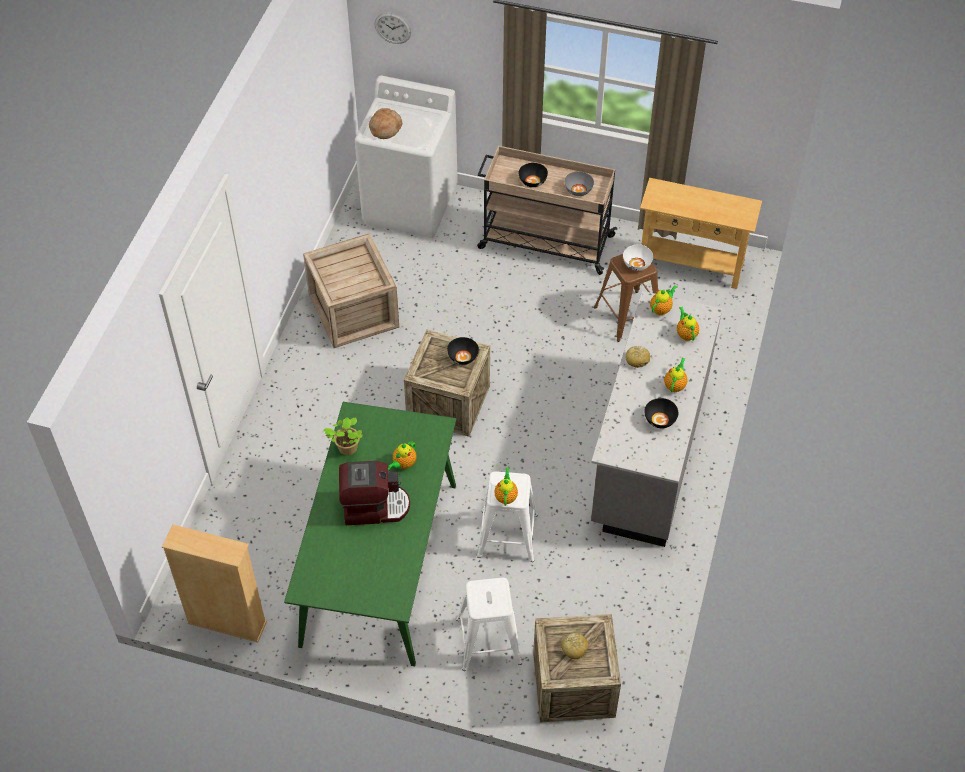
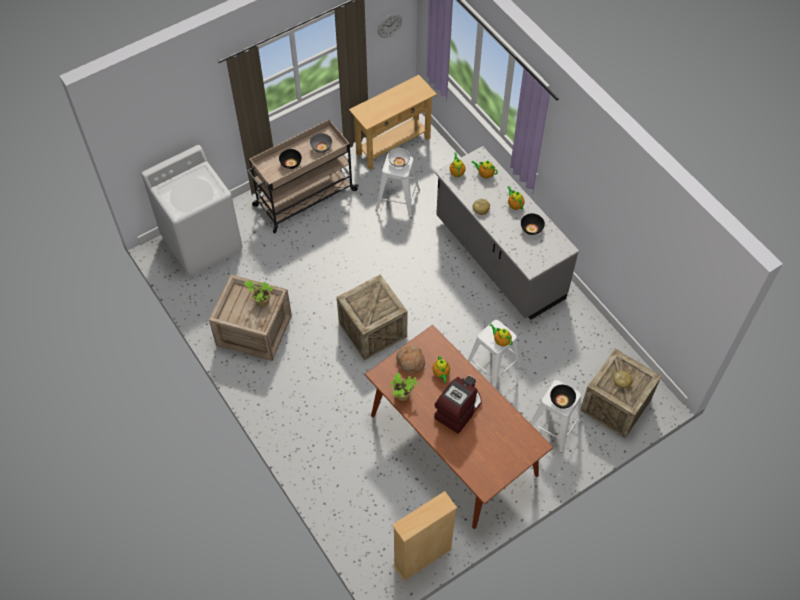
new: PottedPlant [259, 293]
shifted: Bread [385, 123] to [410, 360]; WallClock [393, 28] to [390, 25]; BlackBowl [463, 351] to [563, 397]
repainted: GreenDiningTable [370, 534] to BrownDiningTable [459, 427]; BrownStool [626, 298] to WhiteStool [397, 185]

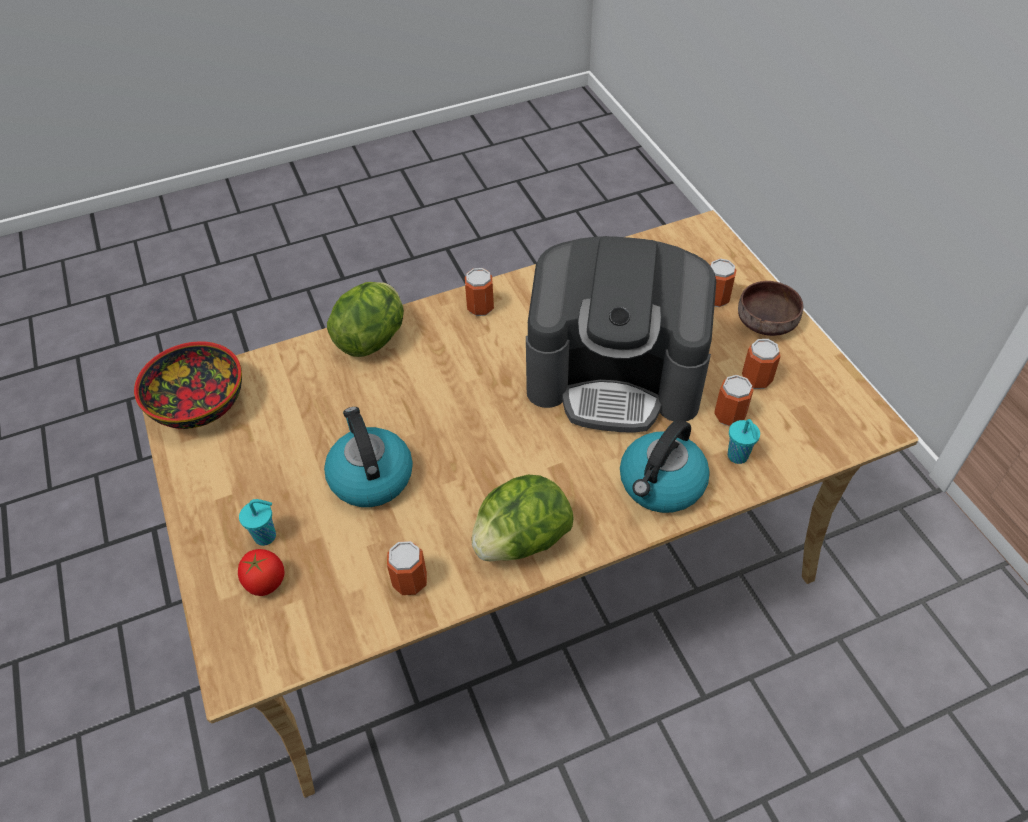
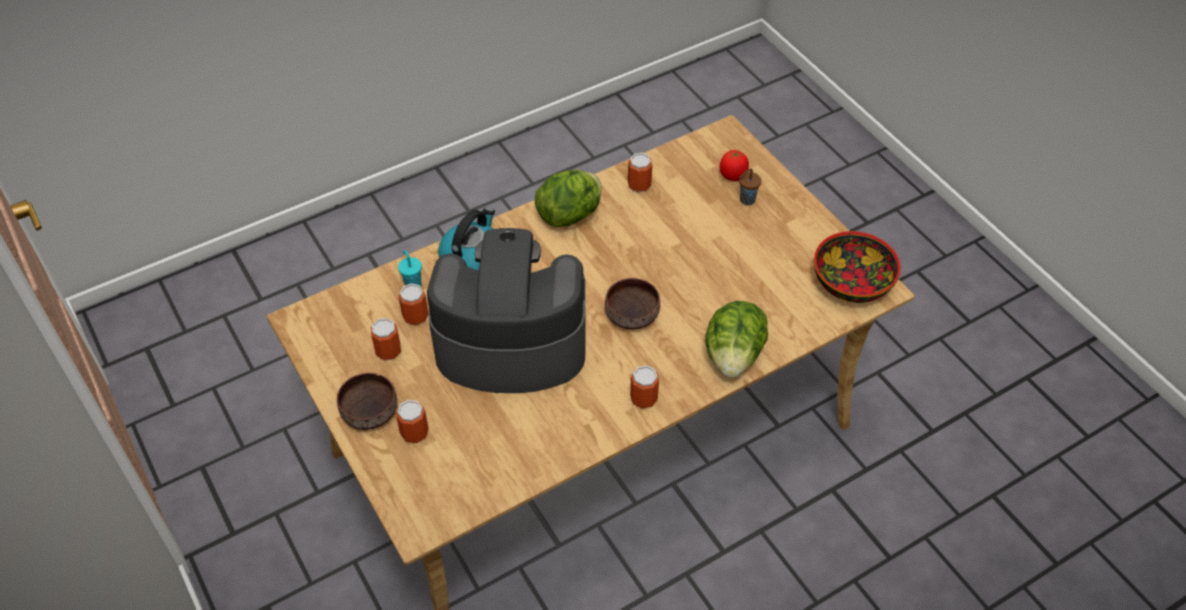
gone: Kettle [368, 457]
new: BrownBowl [632, 303]
repainted: TurquoiseCup [257, 522] to BrownCup [750, 186]

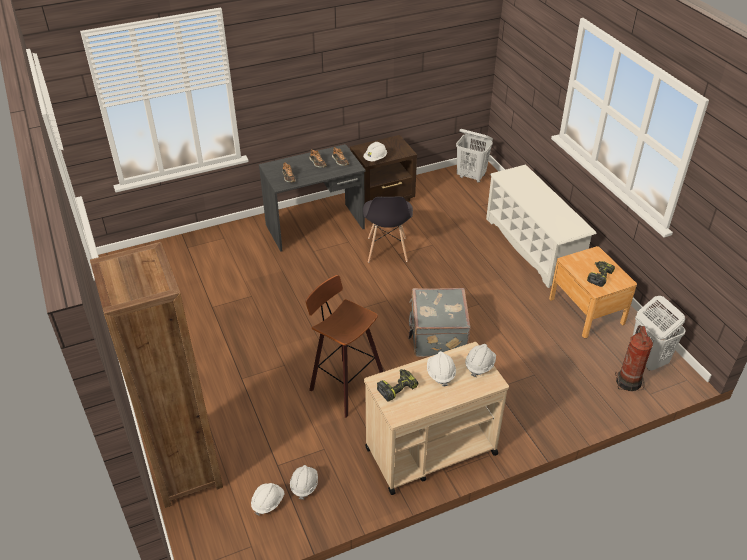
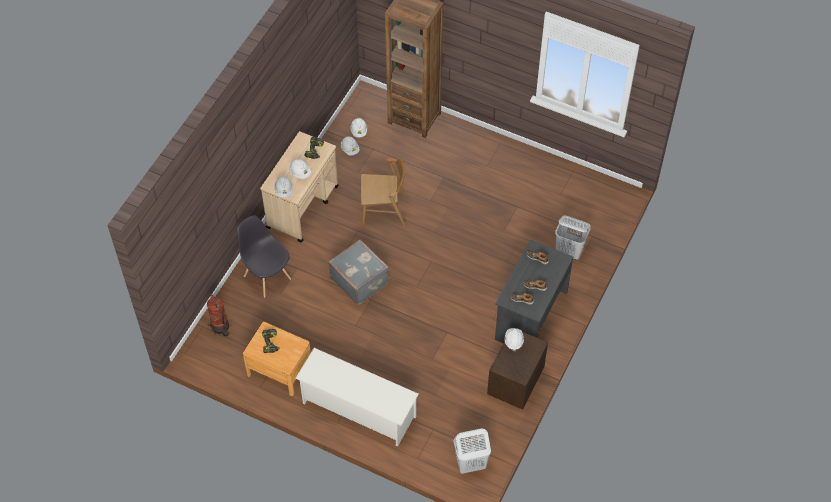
shifted: GreyChair [388, 229] to [264, 257]; WhiteLaundryBasket [659, 333] to [573, 238]
swapped: Stool [344, 346] to BrownChair [383, 193]

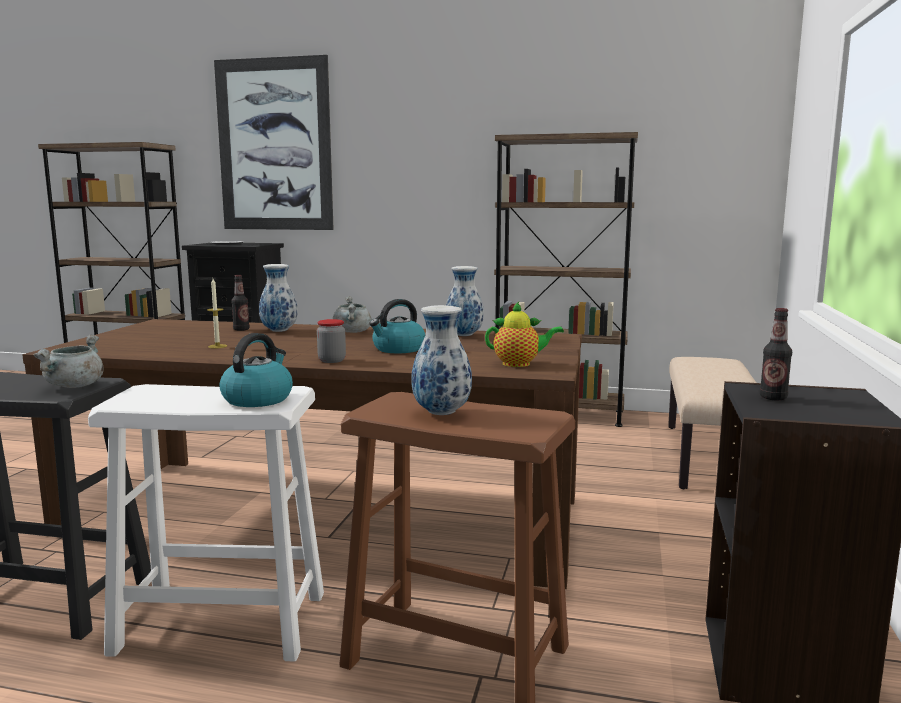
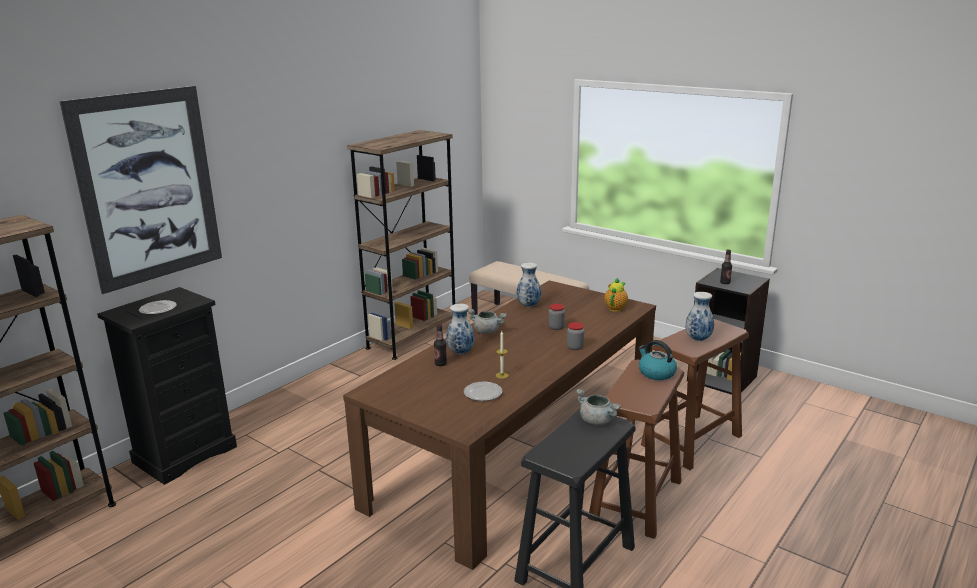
new: Plate [483, 391]
swapped: Kettle [397, 326] to Jar [557, 317]
repainted: WhiteStool [206, 522] to BrownStool [636, 449]

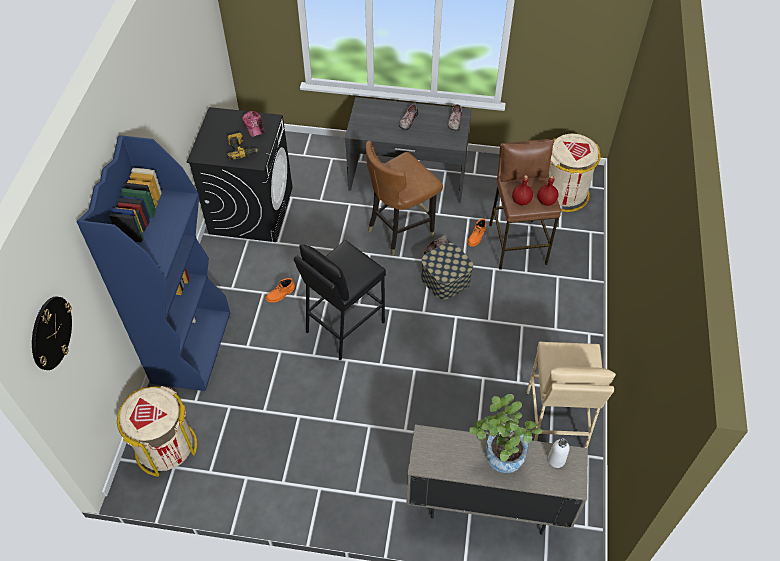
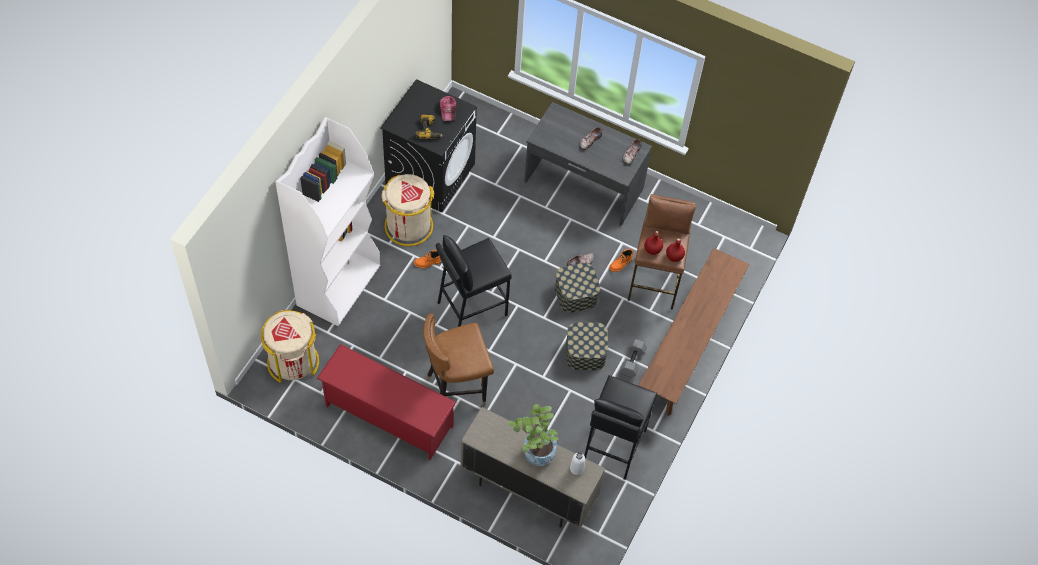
gone: WallClock [52, 333]
new: RedShoeRack [386, 402]; StorageBox [587, 346]; GreyDumbbell [633, 358]; BrownBench [694, 332]
shifted: BrownChair [404, 198] to [458, 359]; BeigeTrashCan [575, 173] to [407, 210]
repainted: BlueBookcase [153, 263] to WhiteBookcase [327, 221]; BeigeStool [571, 395] to BlackStool [620, 427]

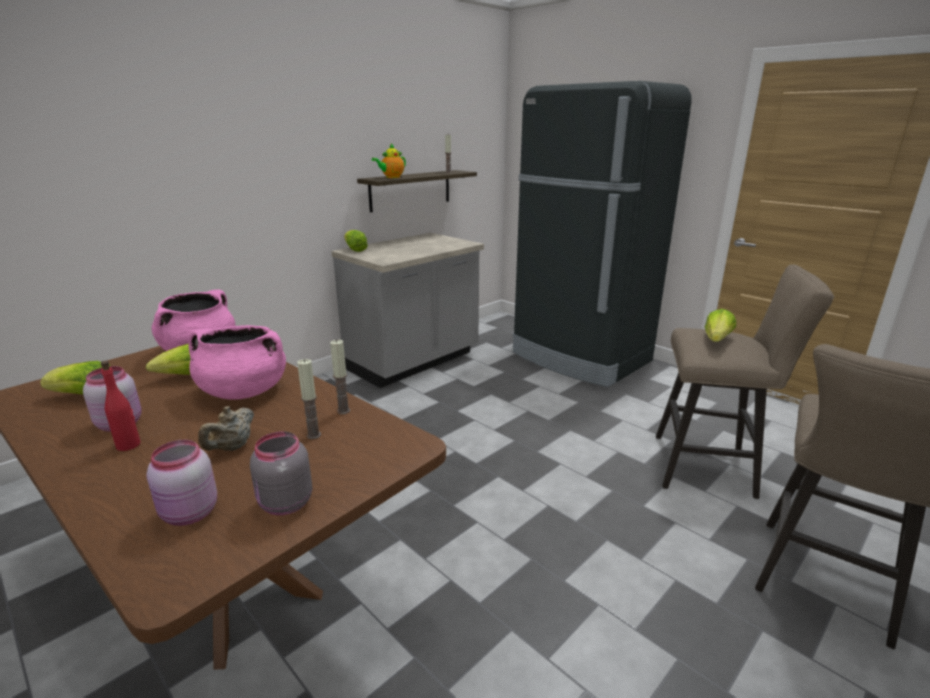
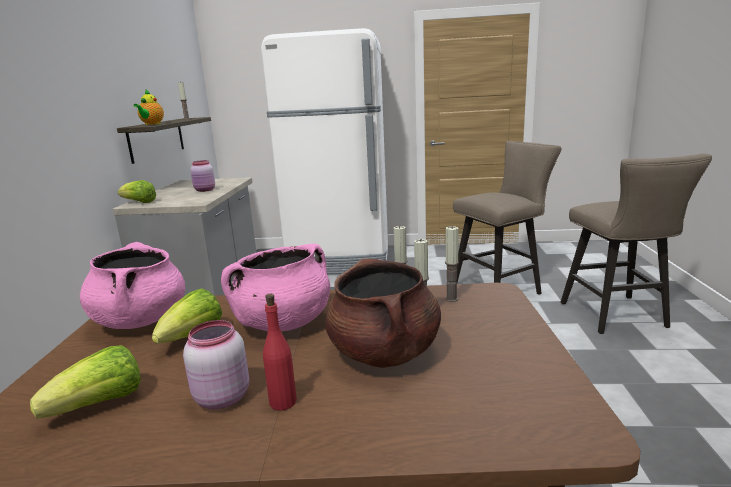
gone: GreyJar [281, 473]; Lettuce [720, 325]
new: Candle [452, 264]
shifted: PinkJar [181, 483] to [202, 176]
swapped: BeigeTeapot [226, 428] to BrownCookingPot [383, 313]
repainted: BlackFridge [602, 234] to WhiteFridge [324, 151]

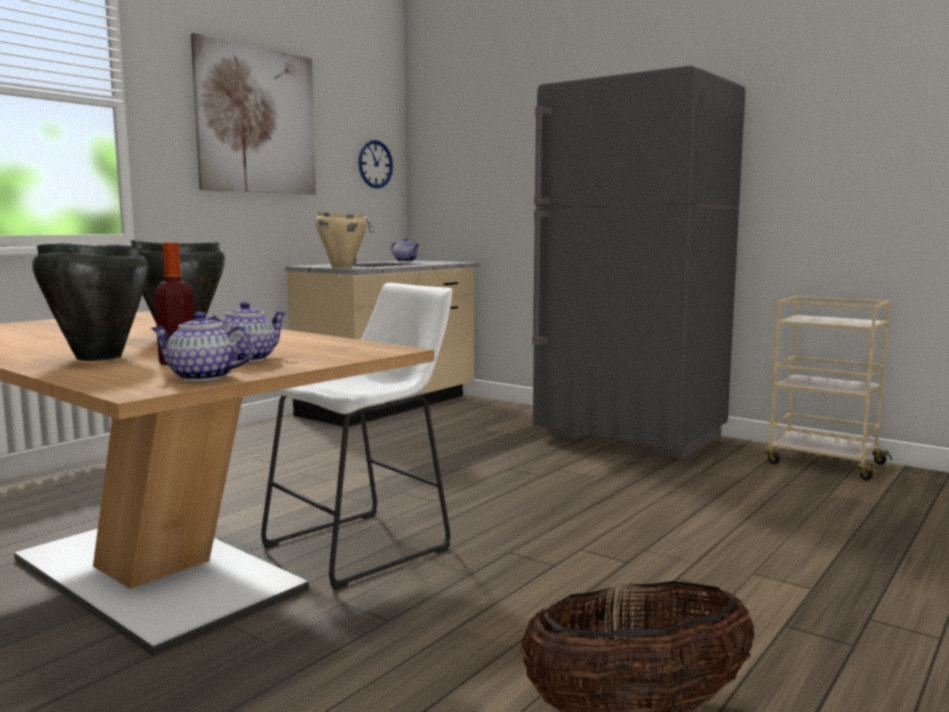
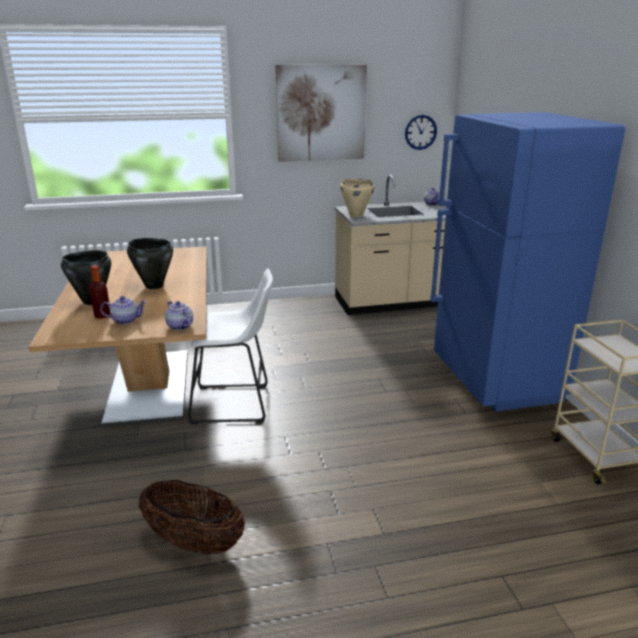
shifted: Teapot [202, 346] to [179, 315]
repainted: GreyFridge [638, 262] to BlueFridge [527, 261]

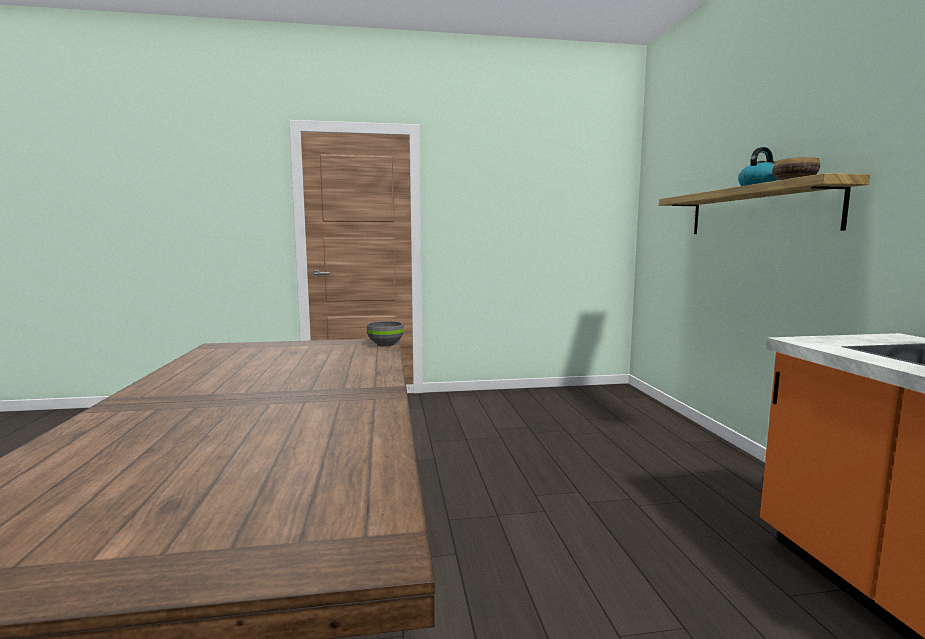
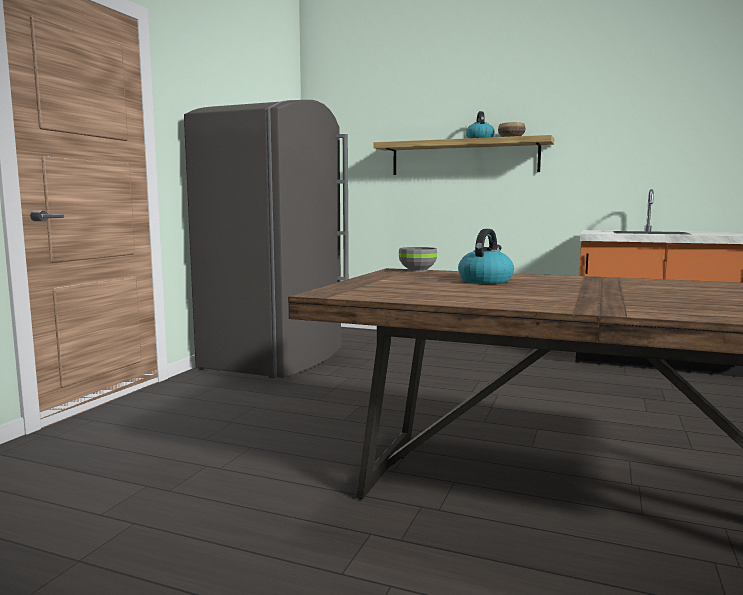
new: GreyFridge [266, 239]; Kettle [486, 256]

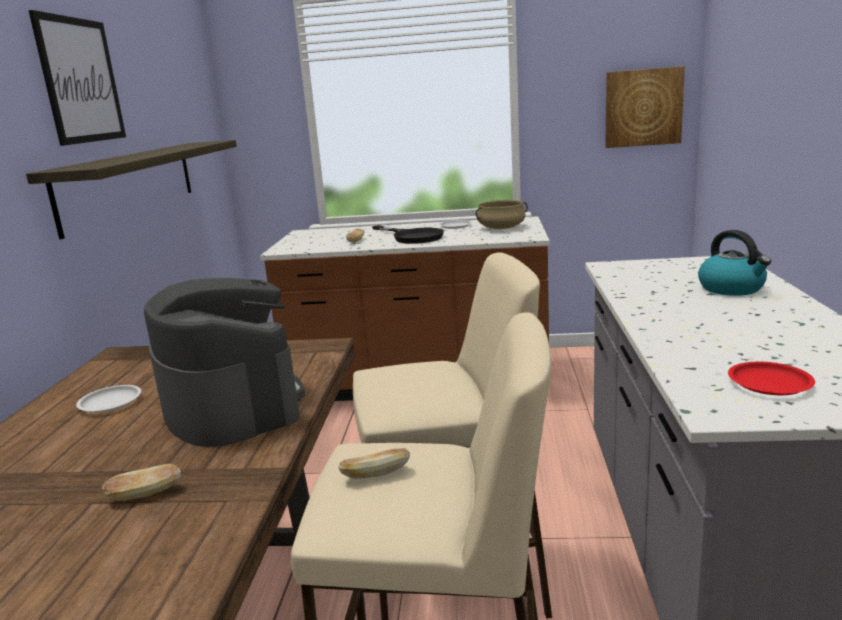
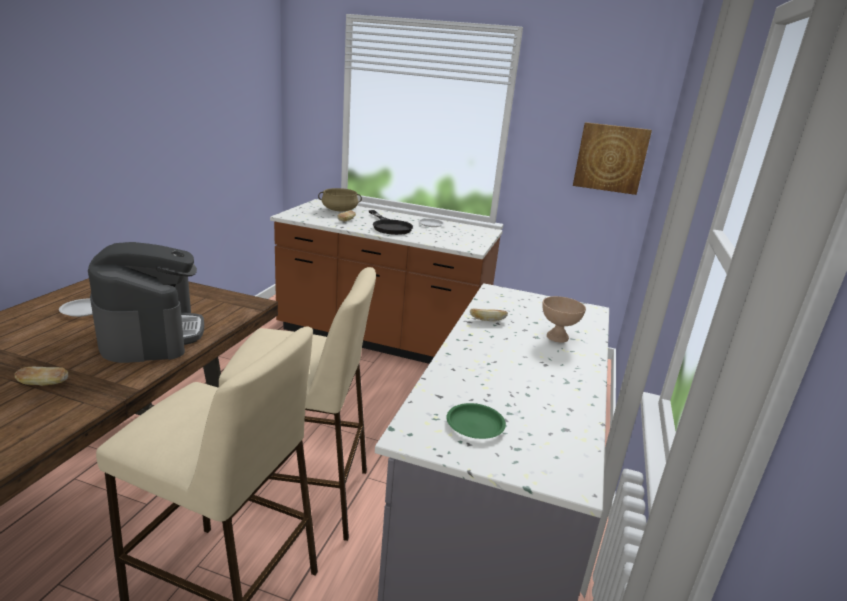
gone: Shelf [131, 189]; Picture [77, 78]
shifted: Bread [374, 463] to [489, 314]; BeigeCookingPot [501, 214] to [340, 199]
swapped: Kettle [734, 263] to BeigeBowl [564, 319]
repainted: RedPlate [771, 378] to GreenPlate [476, 421]

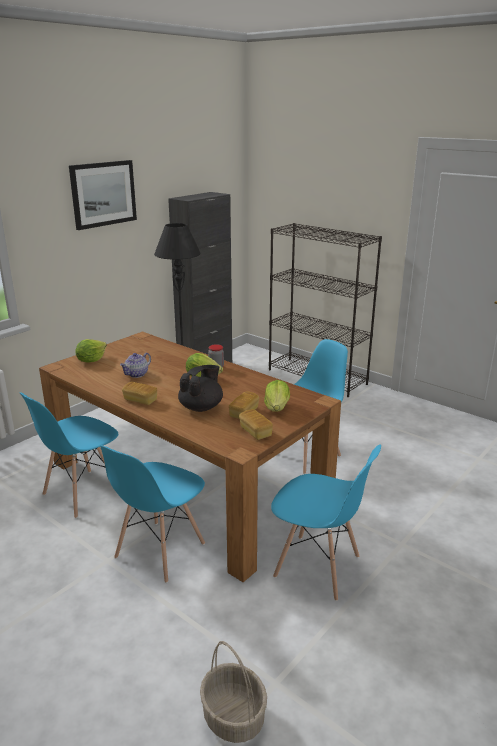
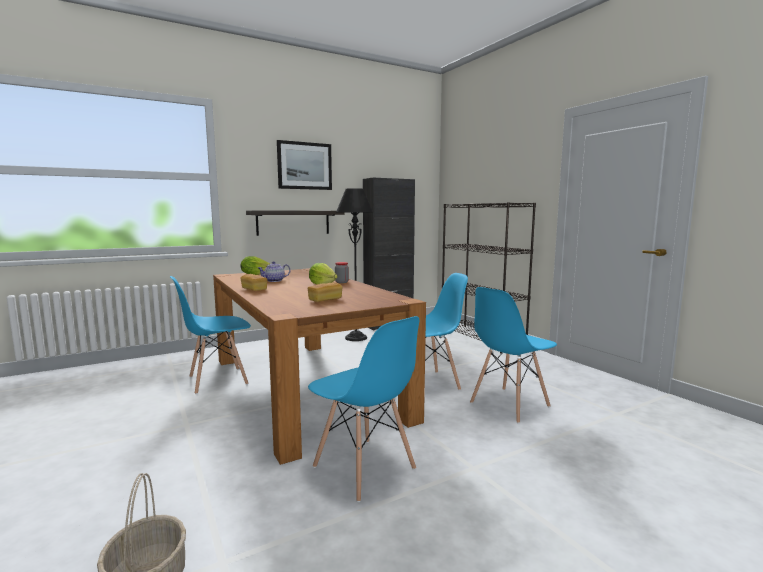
gone: BlackTeapot [200, 388]; Bread [256, 424]; Lettuce [277, 395]
new: Shelf [295, 223]
shifted: BlueChair [152, 514] to [513, 355]

